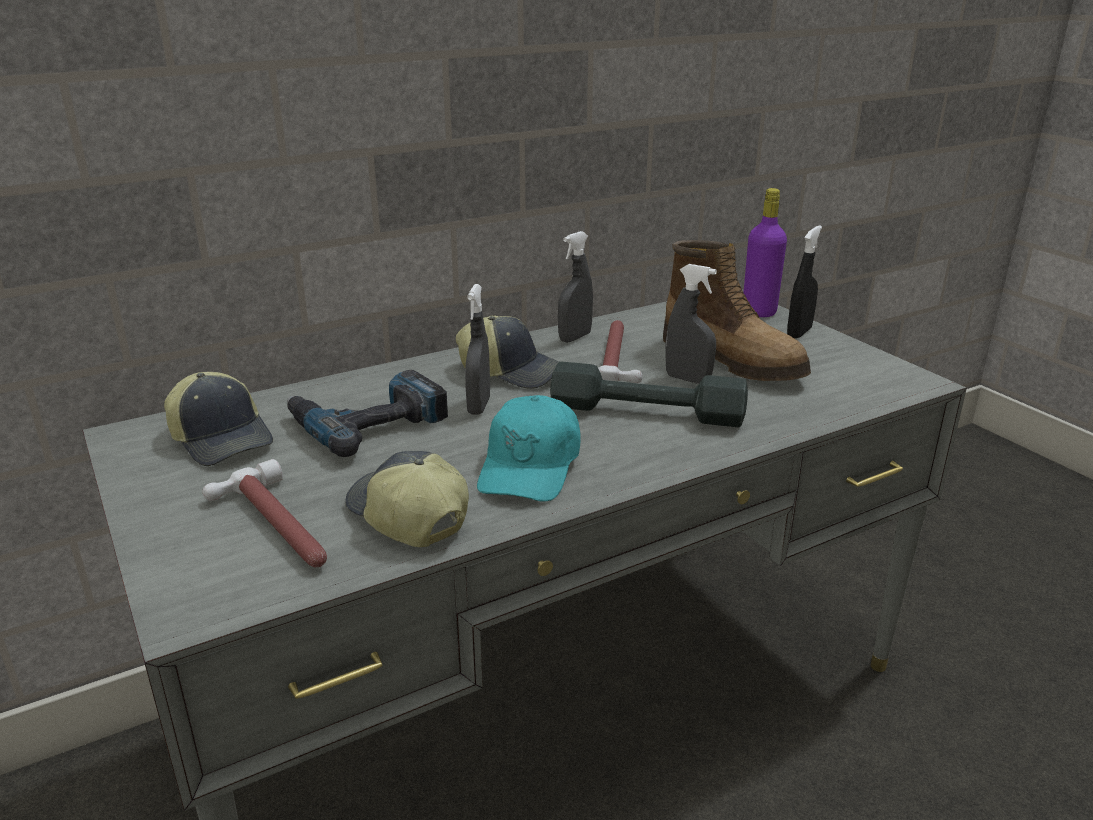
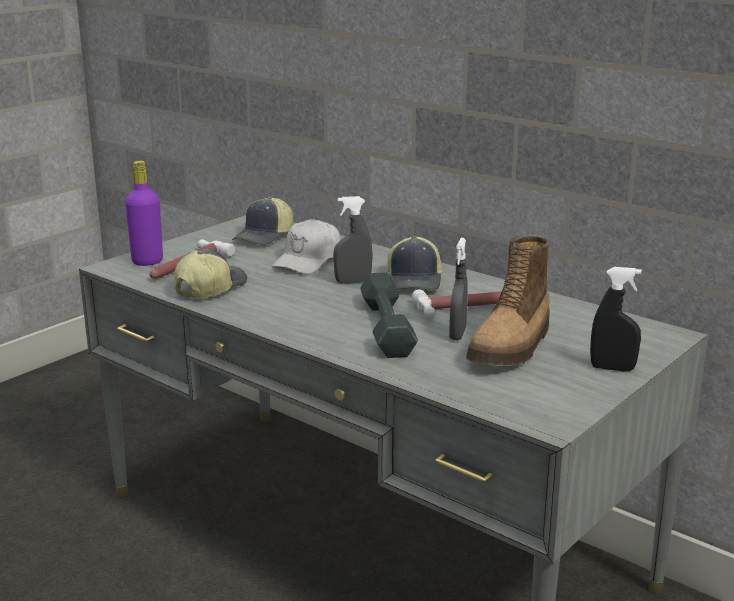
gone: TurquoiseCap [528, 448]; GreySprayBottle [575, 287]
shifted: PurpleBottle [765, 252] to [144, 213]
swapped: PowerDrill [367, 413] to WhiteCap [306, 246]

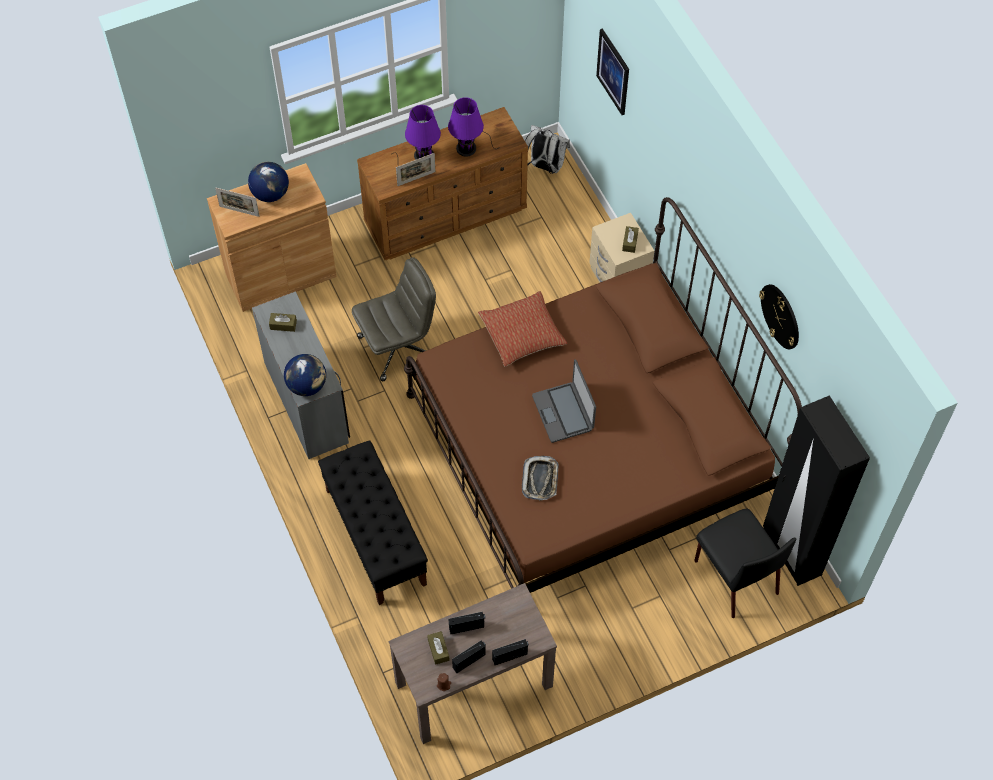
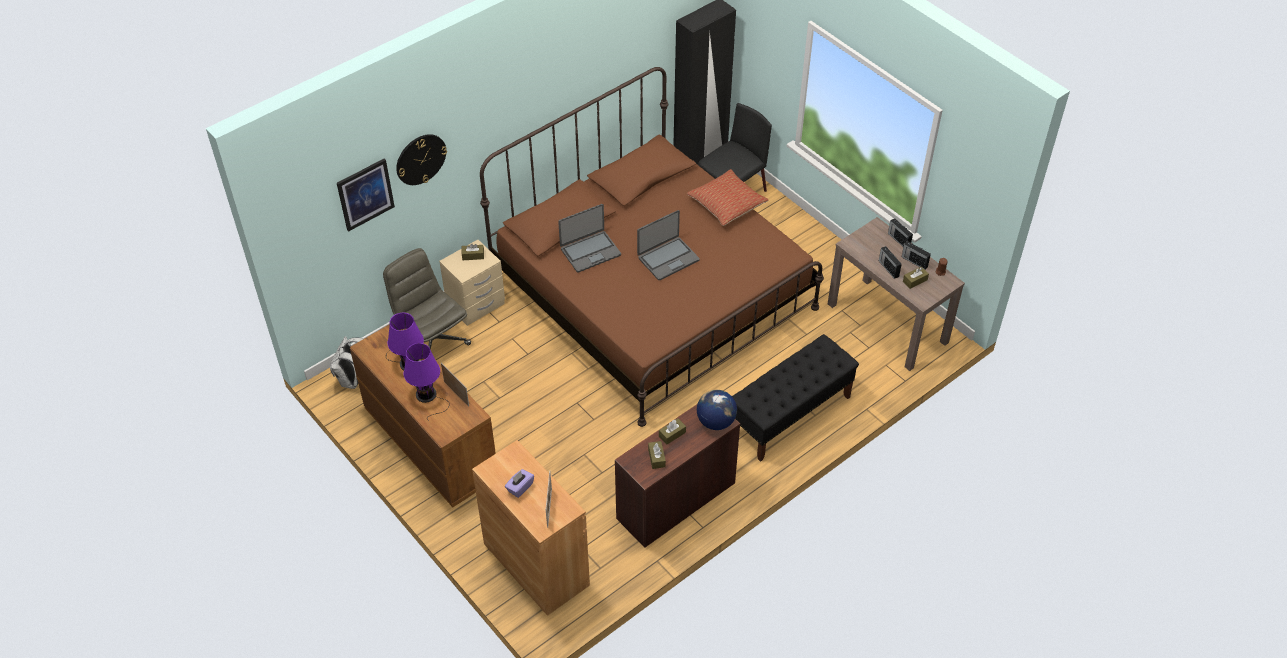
gone: Tray [540, 478]
new: Laptop [589, 238]; BrownTissueBox [672, 431]
shifted: GreyOfficeChair [394, 319] to [427, 299]; Pillow [522, 329] to [727, 197]; WallClock [779, 316] to [421, 159]
swapped: Globe [268, 182] to PurpleTissueBox [519, 483]
repainted: GreyDesk [301, 375] to BrownDesk [677, 476]

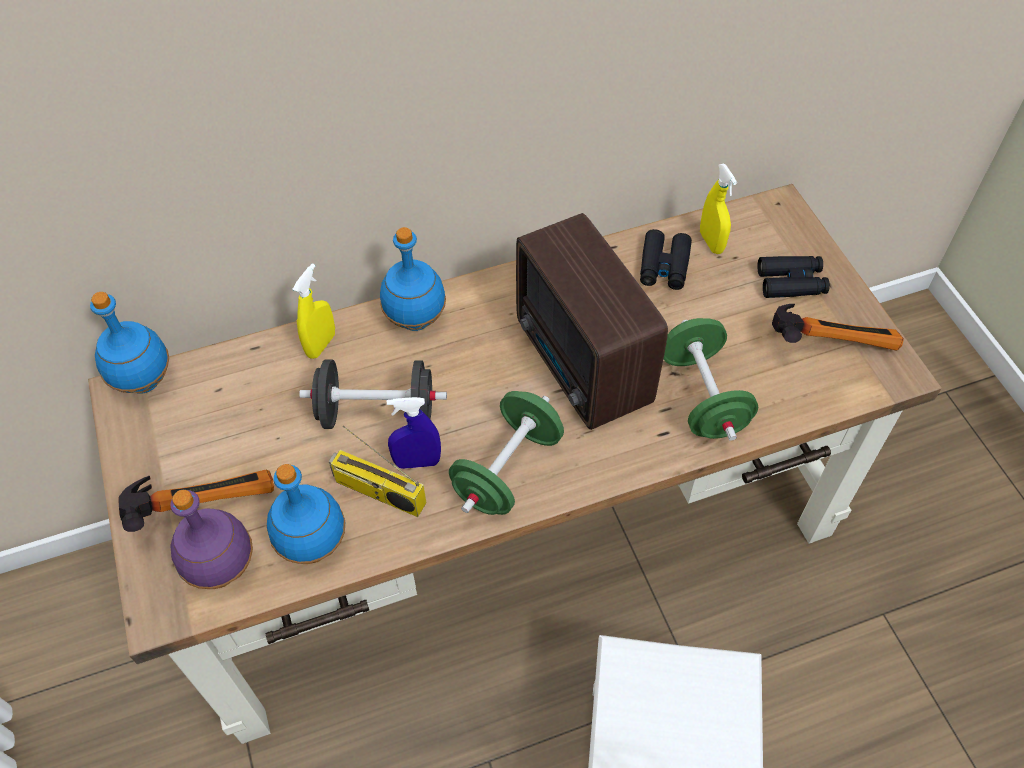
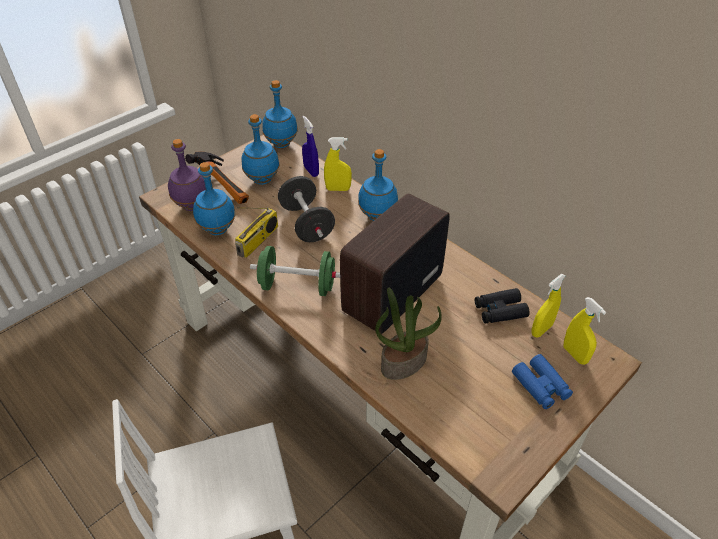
gone: Hammer [838, 327]
new: BlueBottle [261, 149]; YellowSprayBottle [585, 331]
shifted: BlueSprayBottle [414, 433] to [310, 146]
swapped: GreenDumbbell [711, 379] to PottedPlant [408, 334]
repainted: BlackBinoculars [793, 277] to BlueBinoculars [542, 381]
rotated: Radio [378, 471] = [256, 232] 150 degrees counterclockwise

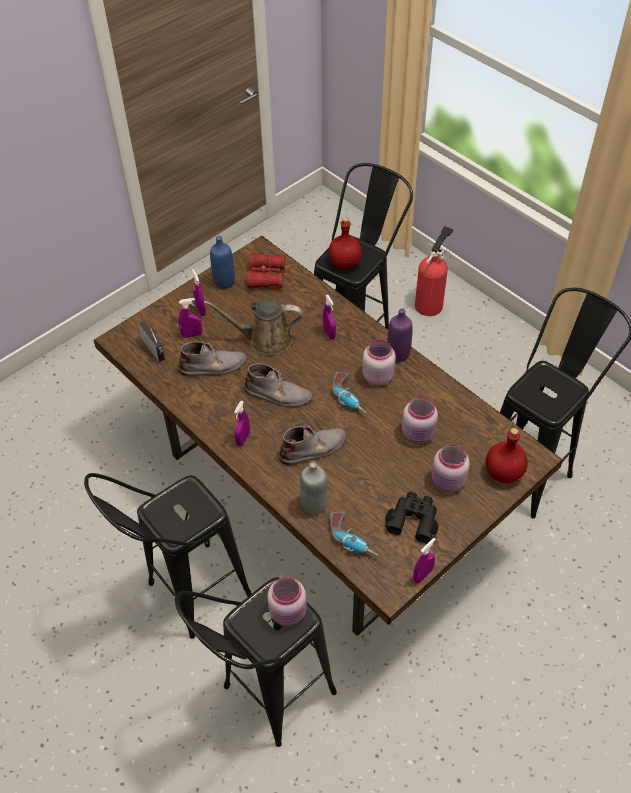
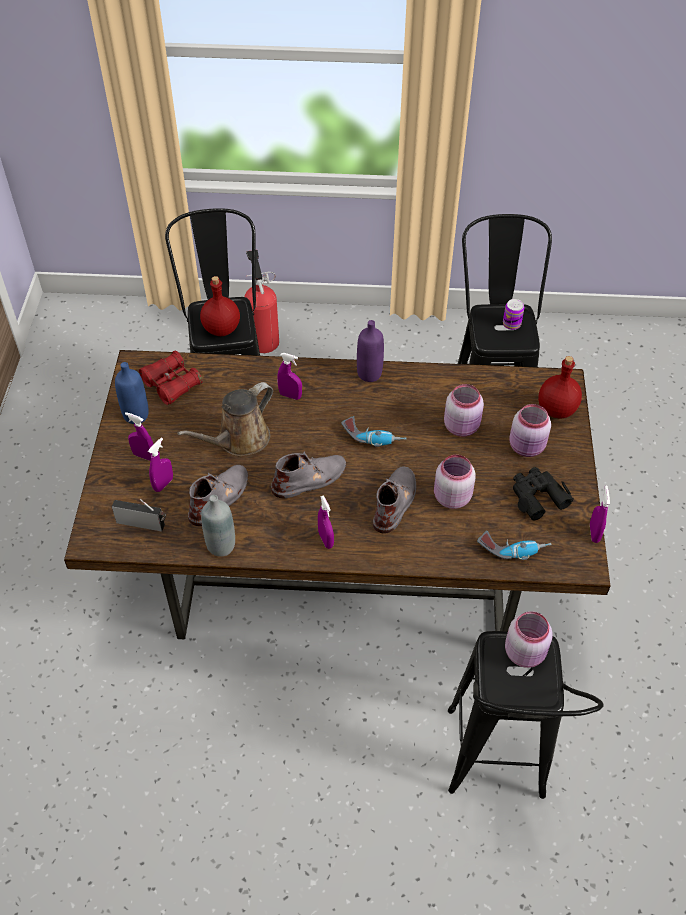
gone: BlackStool [168, 556]
new: Can [513, 314]
shifted: GreyBottle [314, 488] to [218, 526]; PinkJar [379, 362] to [455, 482]

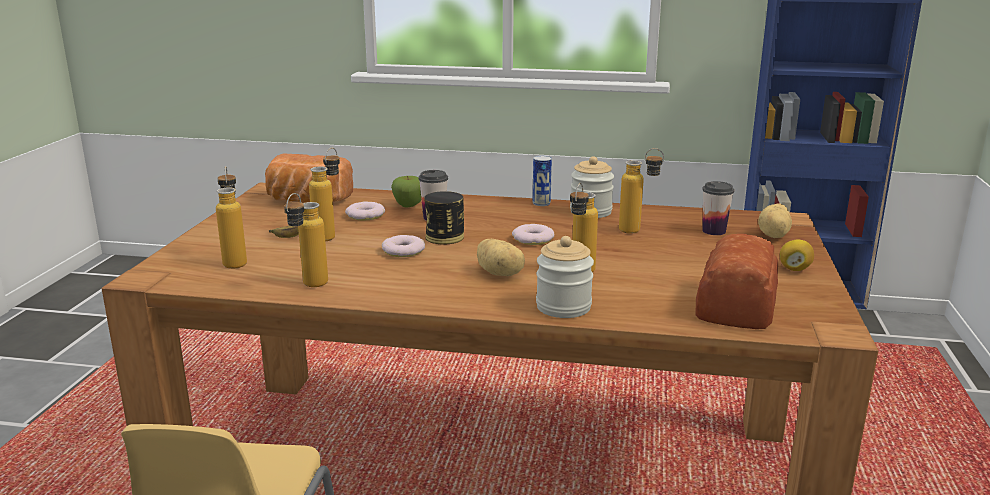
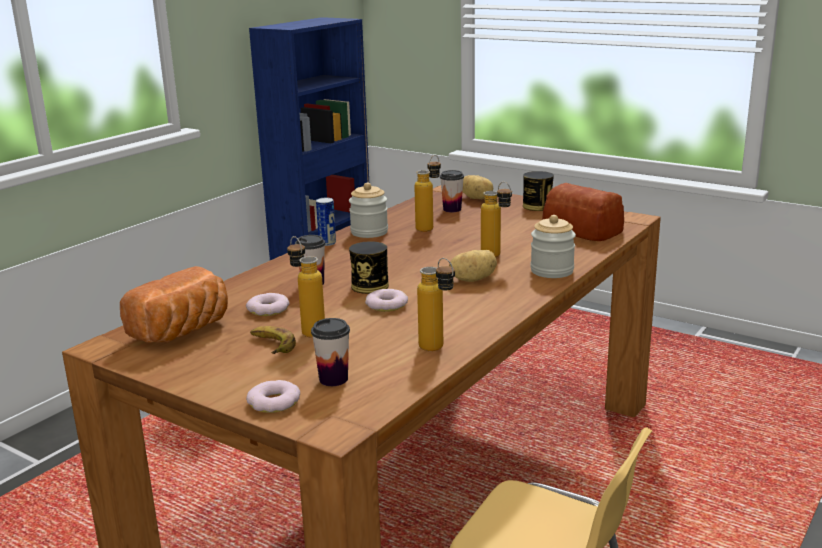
gone: Apple [406, 191]
shifted: Donut [533, 234] to [273, 396]
swapped: Bottle [231, 217] to Cup [330, 352]; Lemon [797, 255] to Can [538, 191]

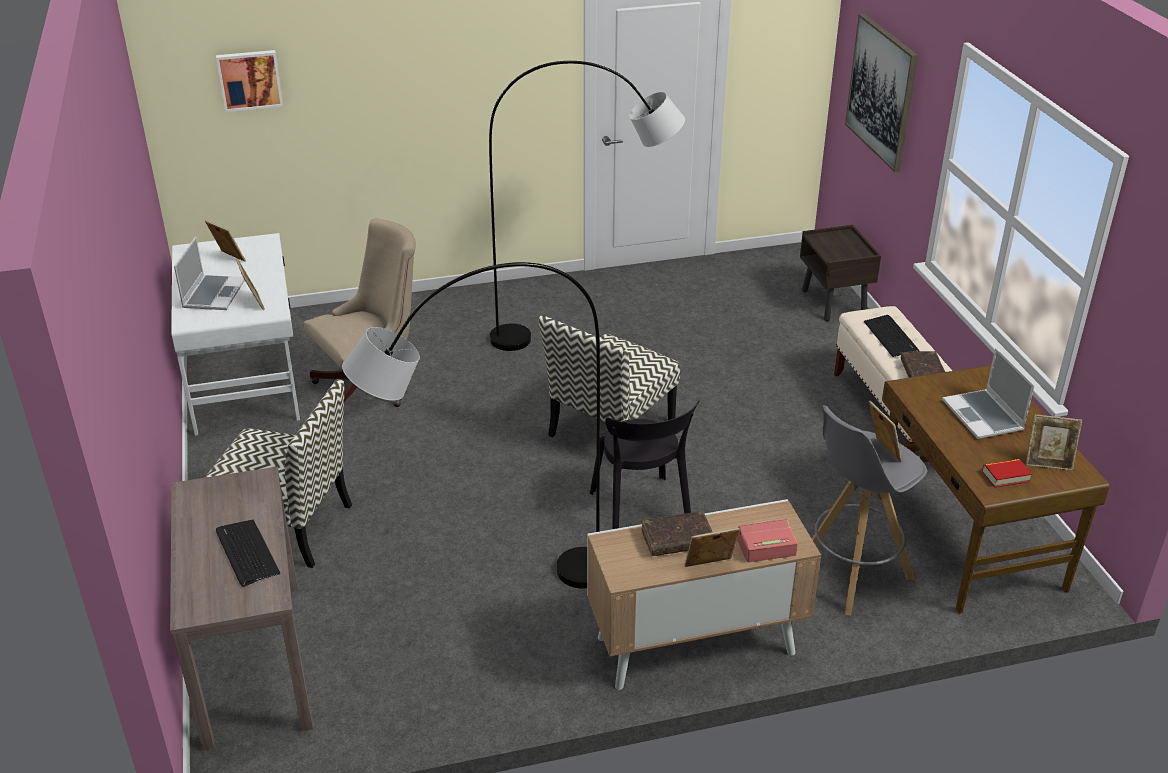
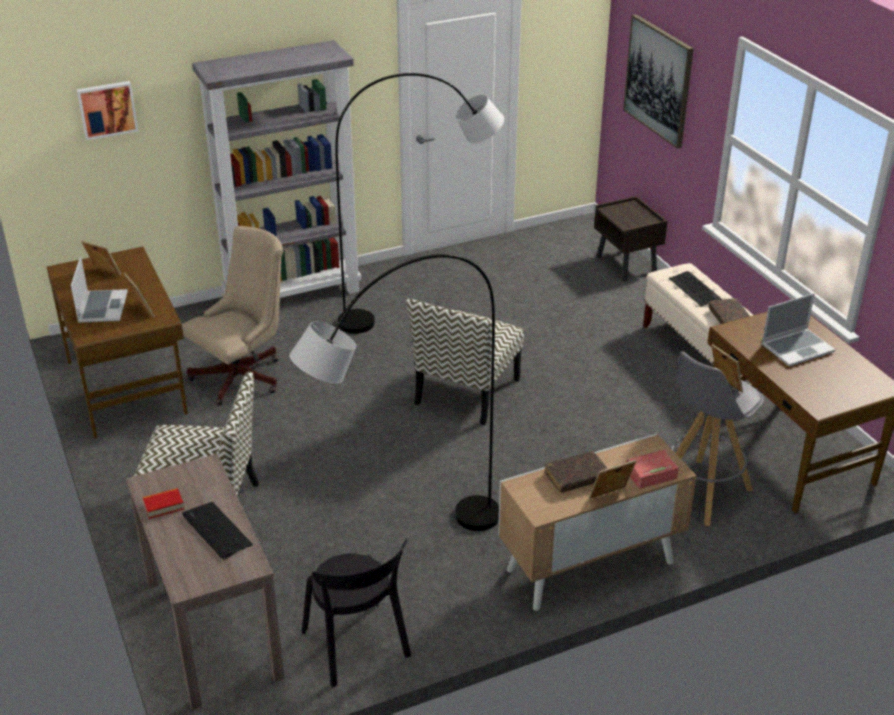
gone: PictureFrame [1054, 443]
new: GreyBookcase [276, 169]
shifted: BlackChair [644, 465] to [356, 612]; Book [1007, 473] to [163, 503]
repainted: WhiteDesk [235, 334] to BrownDesk [117, 342]
rotated: Laptop [988, 393] = [798, 329] 90 degrees counterclockwise

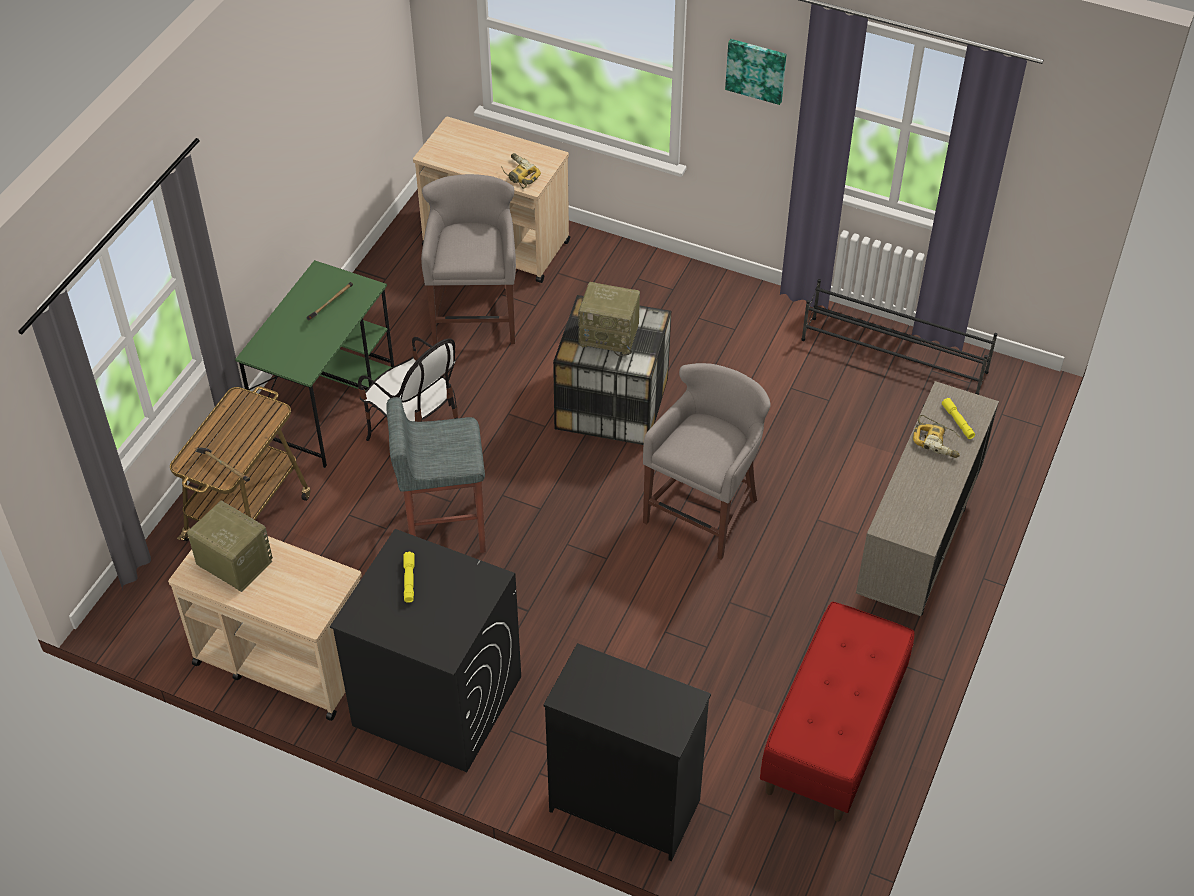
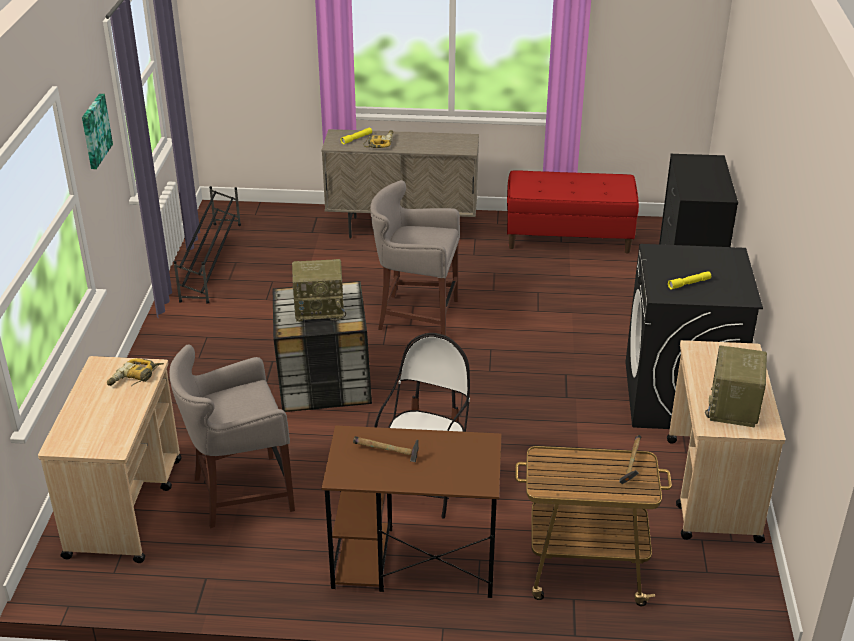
gone: GreyStool [436, 475]
repainted: GreenDesk [314, 364] to BrownDesk [412, 511]
rotated: Radio [609, 319] = [319, 290] 90 degrees clockwise

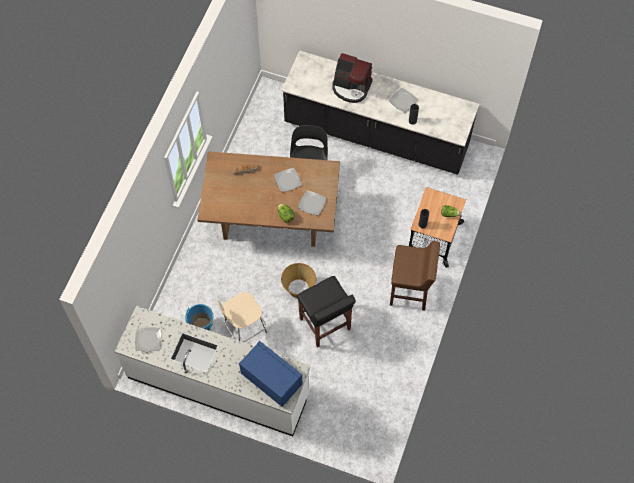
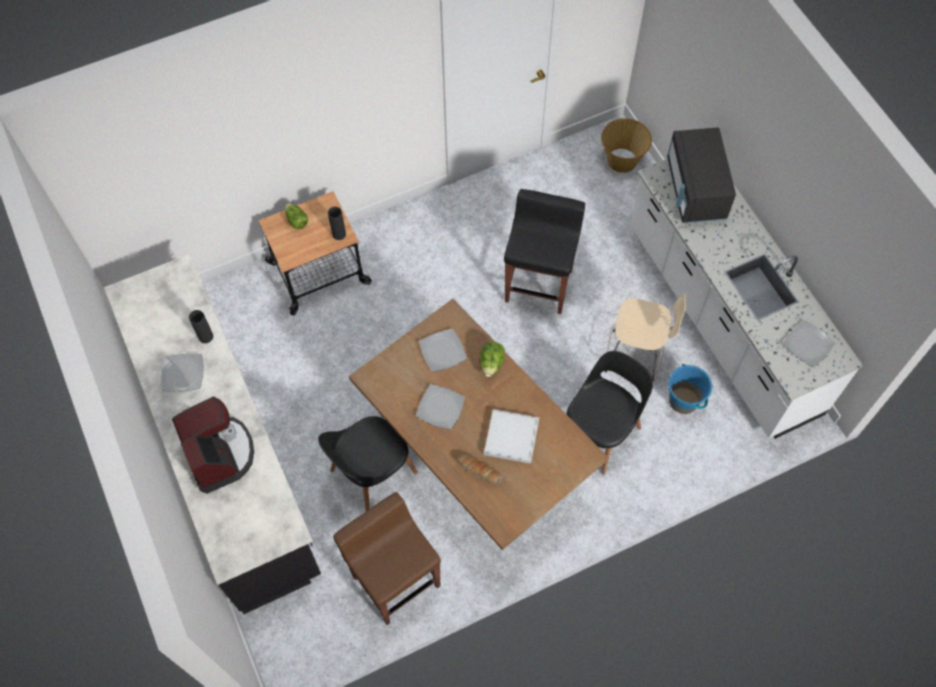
new: WhiteTray [511, 436]; BlackChair [610, 412]
shifted: Basket [298, 280] to [626, 145]; BrownStool [415, 276] to [387, 558]
repainted: BlueMicrowave [270, 374] to BlackMicrowave [701, 175]

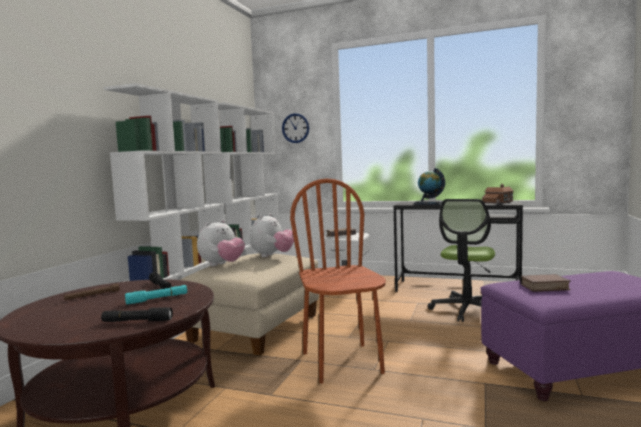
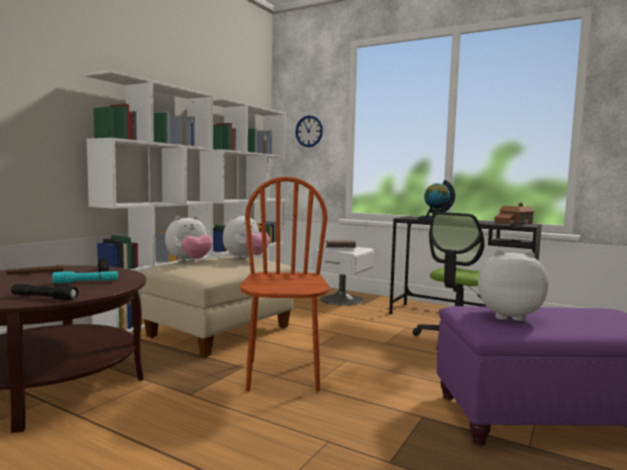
swapped: Book [545, 283] to PlushToy [513, 285]

